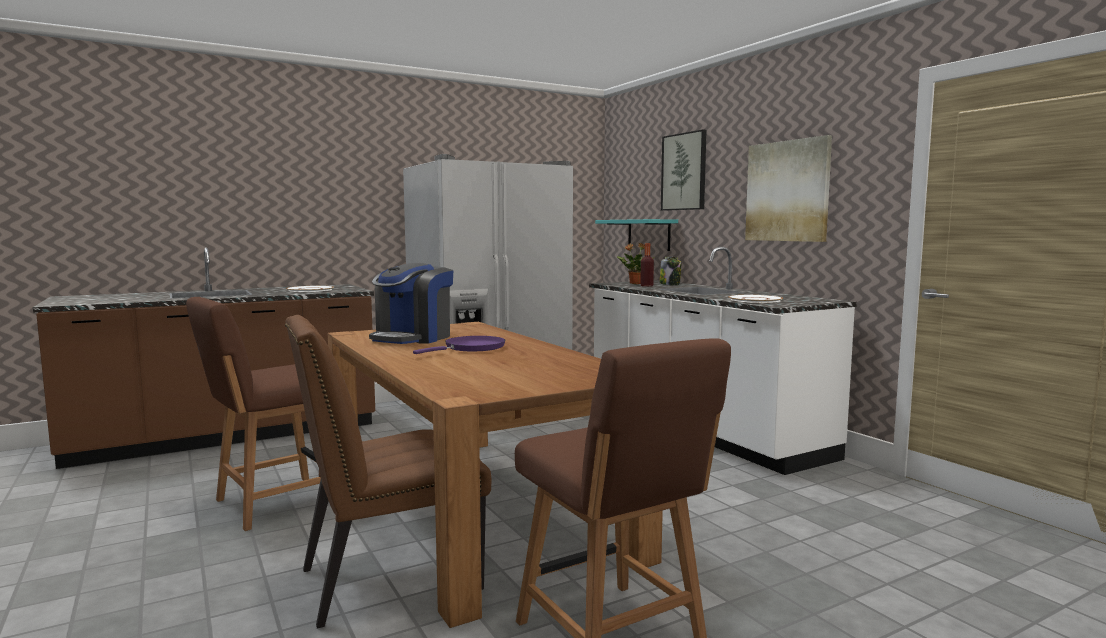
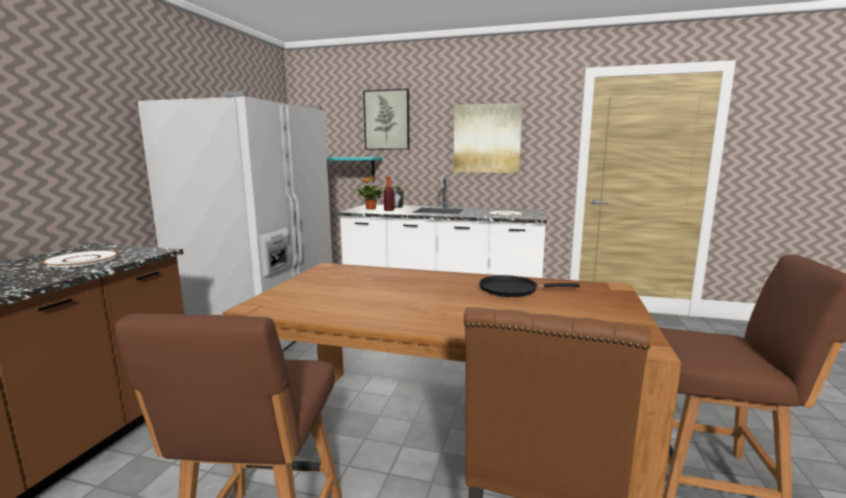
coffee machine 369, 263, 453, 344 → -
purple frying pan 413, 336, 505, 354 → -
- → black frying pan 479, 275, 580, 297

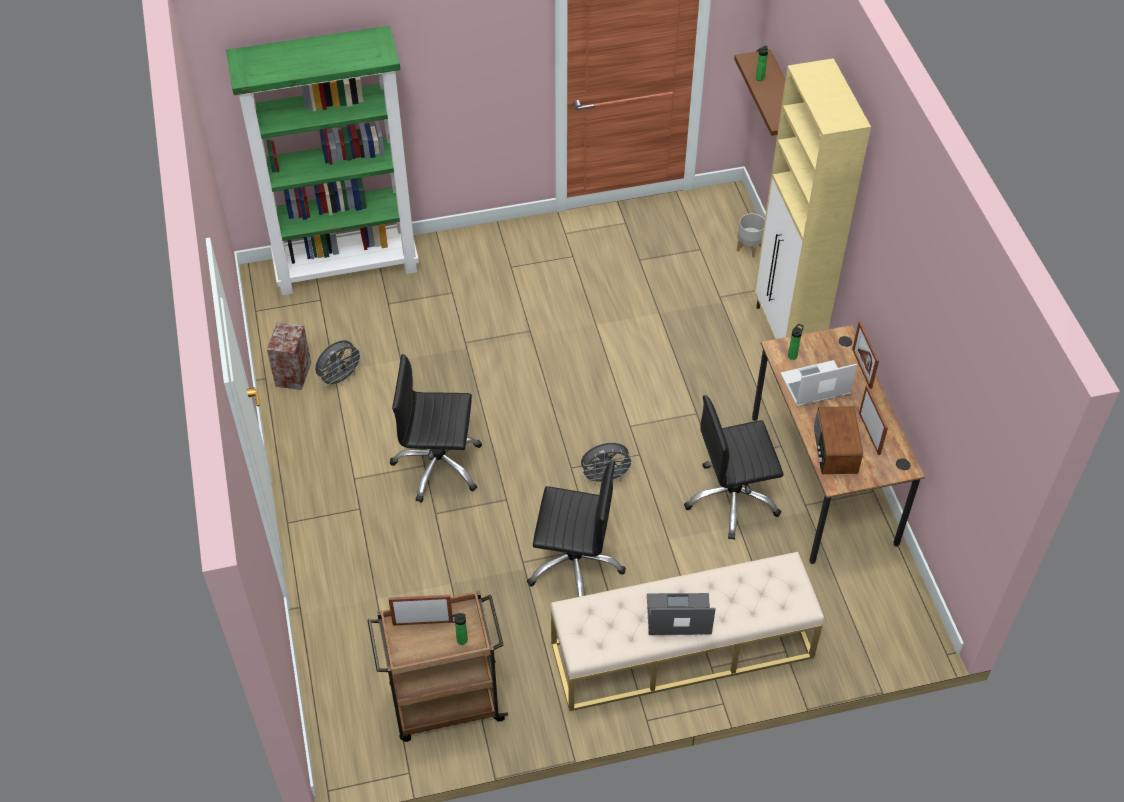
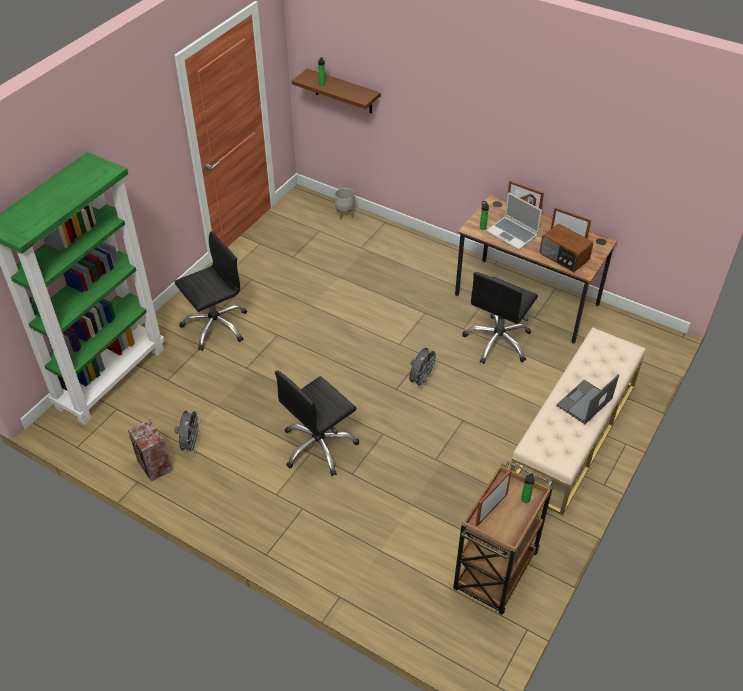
black office chair 527, 460, 626, 597 → black office chair 175, 231, 247, 350, move
beige cabinet 754, 58, 871, 339 → -
laptop 780, 360, 857, 406 → laptop 486, 192, 542, 250, 75 degrees counterclockwise

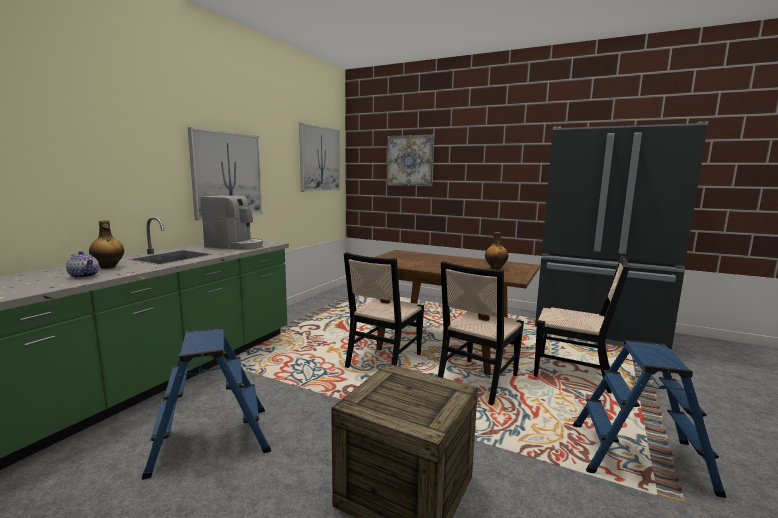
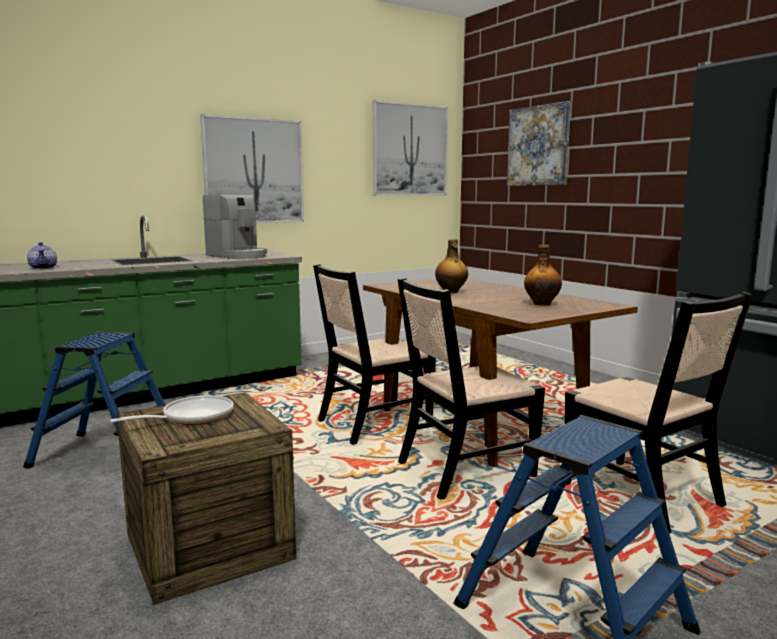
bottle 89, 220, 124, 269 → bottle 435, 239, 468, 293, move
- → frying pan 110, 395, 234, 425

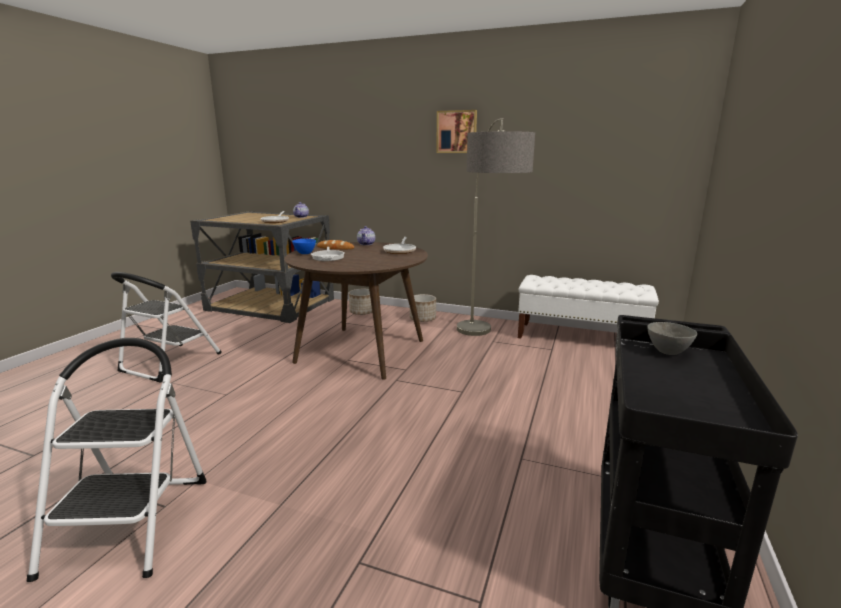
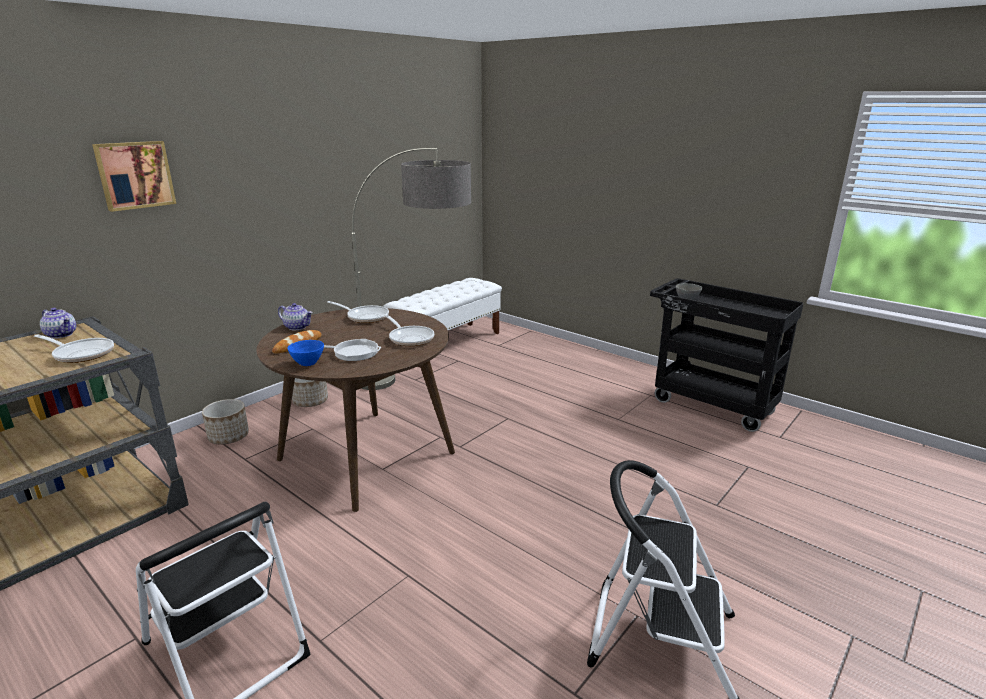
picture 436, 110, 477, 153 → picture 92, 141, 176, 212, move
- → frying pan 384, 314, 434, 346

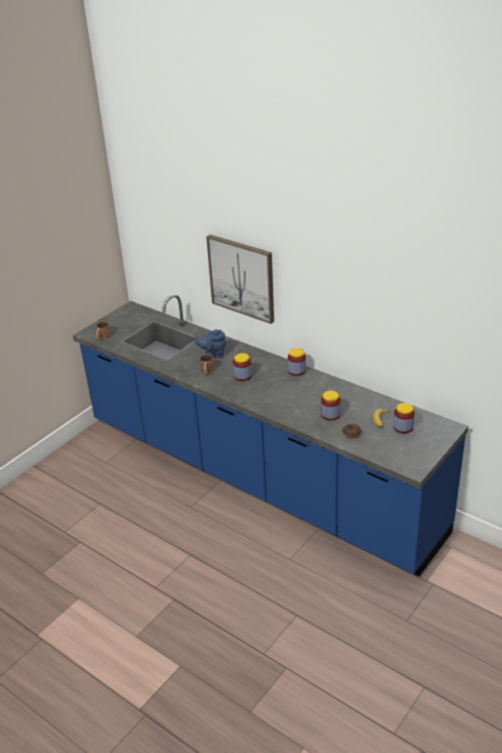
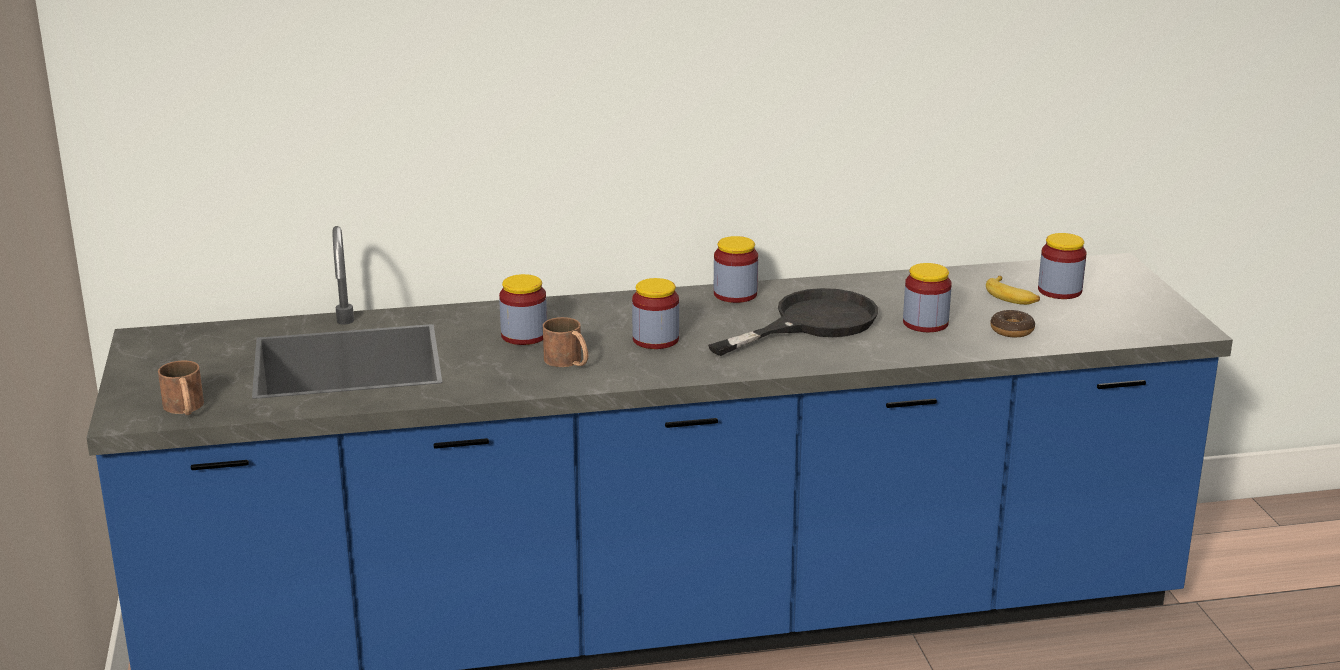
blue teapot 195, 329, 226, 358 → jar 499, 274, 547, 345
picture 206, 235, 274, 324 → -
- → black frying pan 708, 288, 878, 356

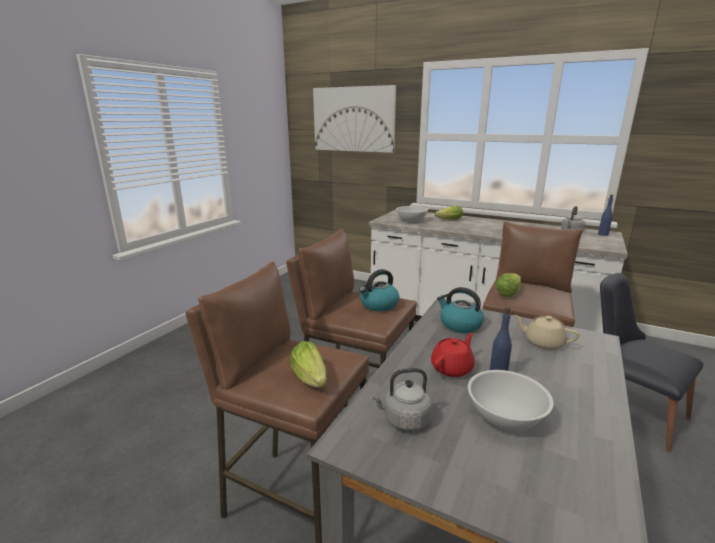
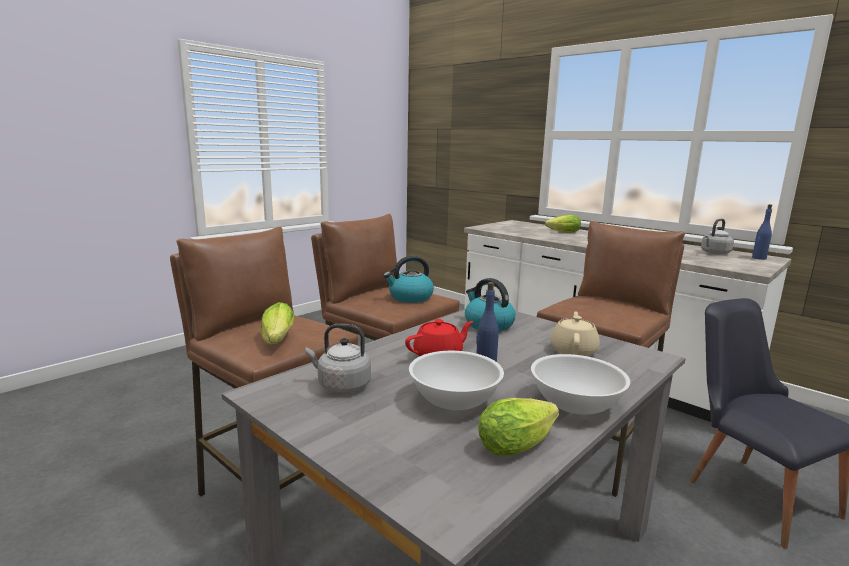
picture 313, 85, 396, 153 → -
white bowl 396, 206, 428, 222 → white bowl 531, 354, 630, 415, move
lettuce 495, 273, 521, 297 → lettuce 478, 398, 559, 456, move
beige teapot 514, 315, 580, 350 → beige teapot 550, 311, 600, 356, 60 degrees clockwise

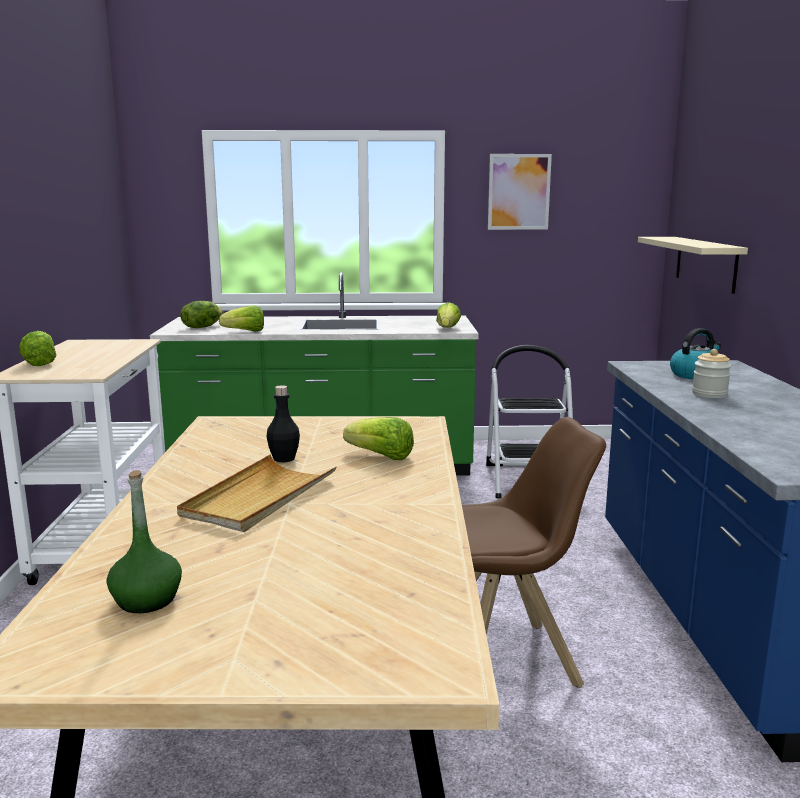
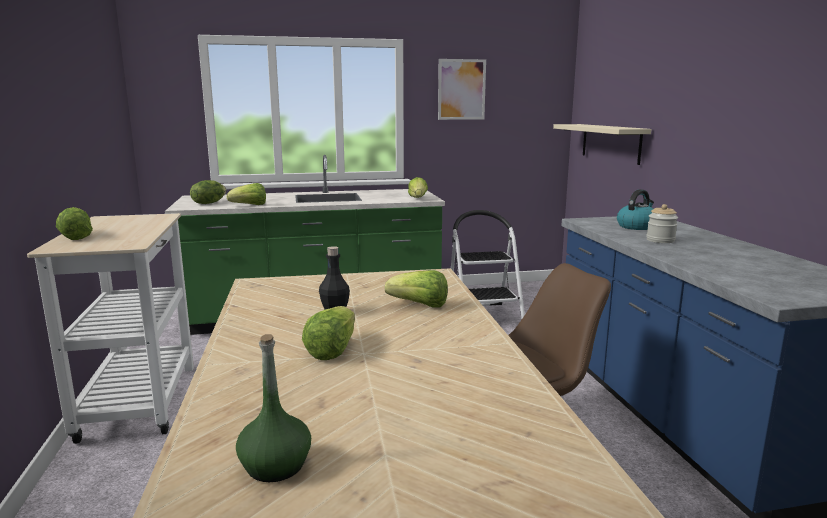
beige tray 177, 455, 336, 532 → lettuce 302, 306, 355, 360

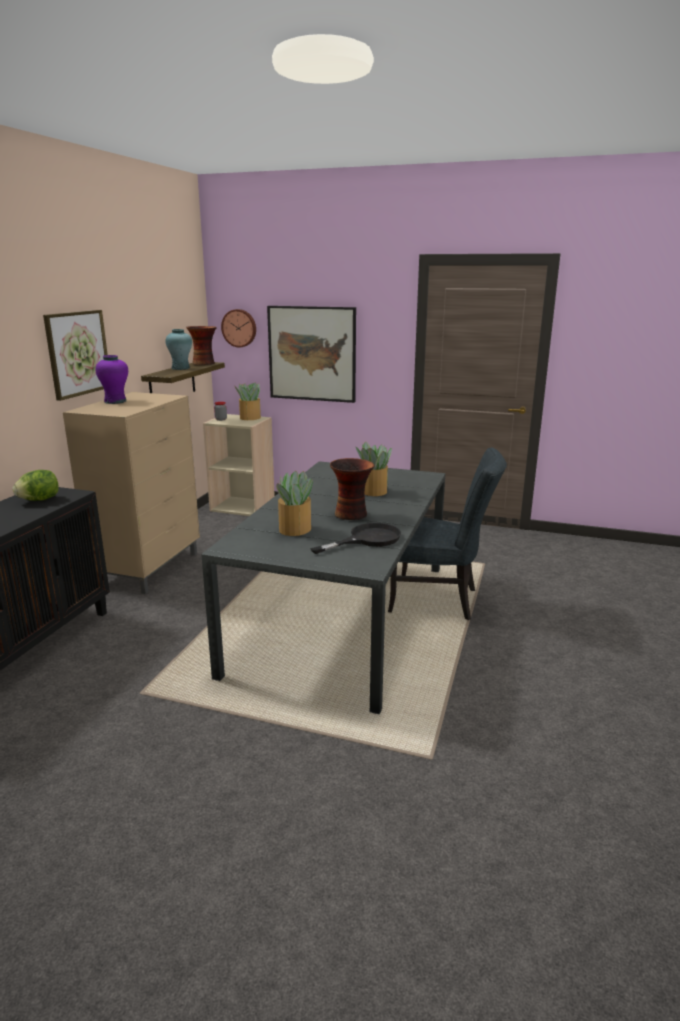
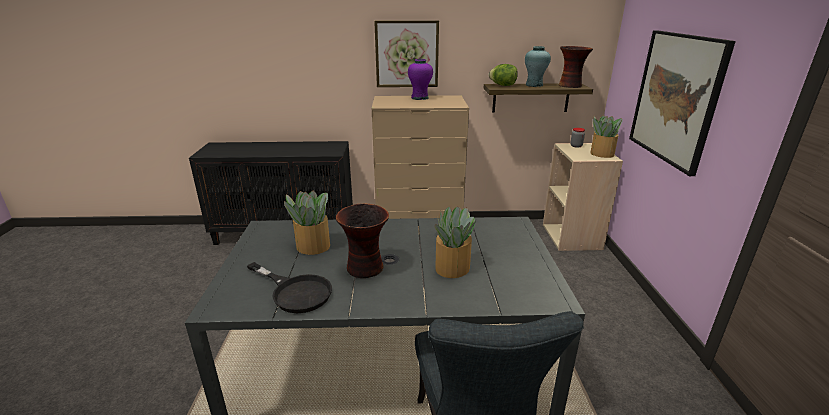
lettuce 12, 470, 59, 501 → lettuce 489, 64, 518, 86, move
wall clock 221, 309, 256, 347 → -

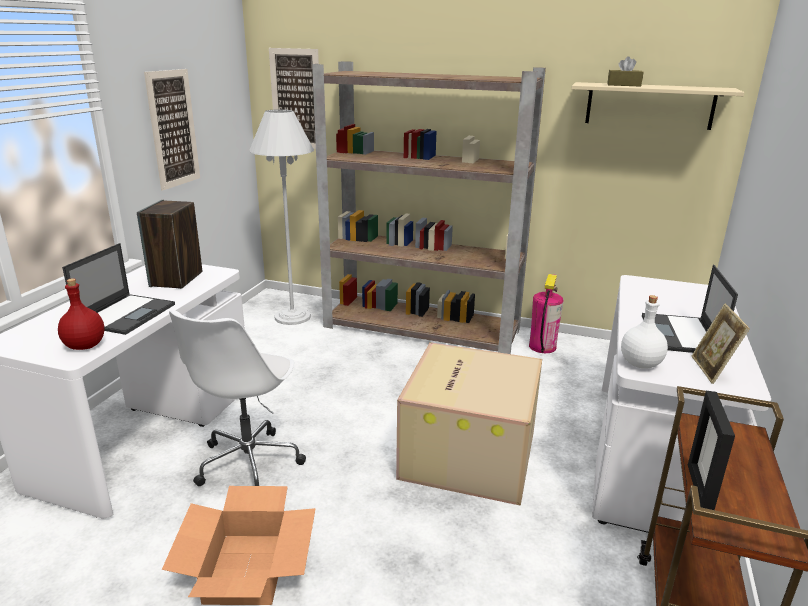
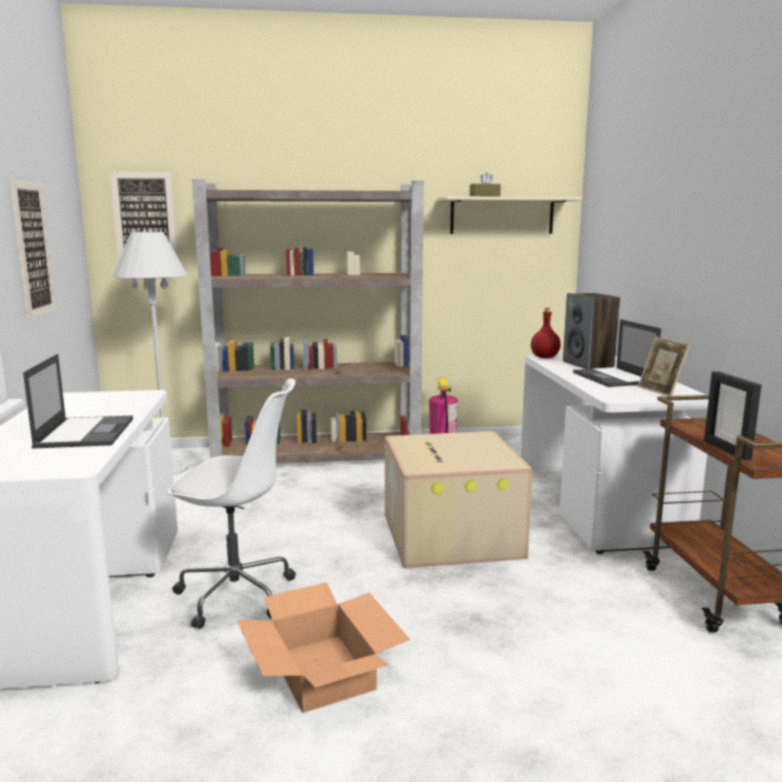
red bottle 58, 278, 104, 350 → red bottle 531, 308, 561, 358, move
speaker 137, 200, 202, 289 → speaker 563, 293, 620, 369, move
white office chair 169, 310, 306, 486 → white office chair 167, 379, 296, 629, 75 degrees counterclockwise
white bottle 621, 295, 668, 369 → -

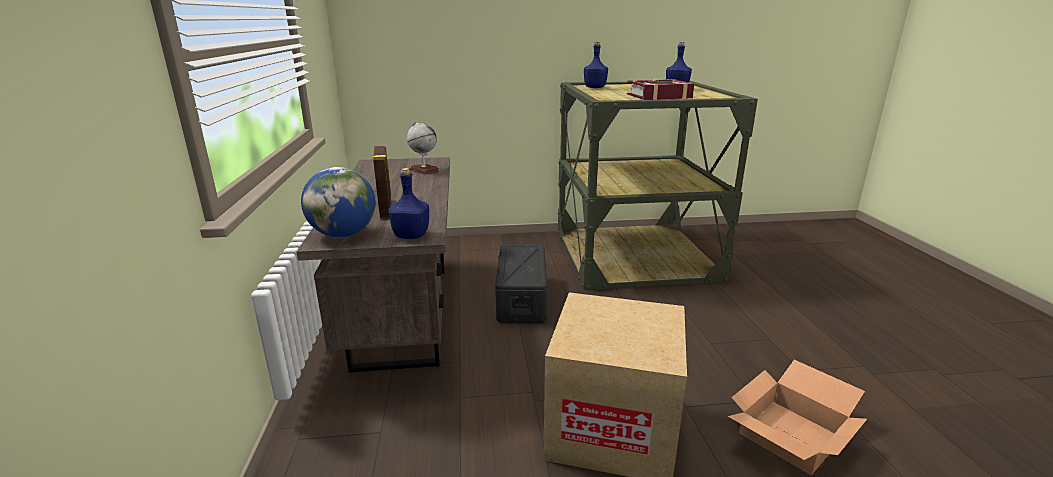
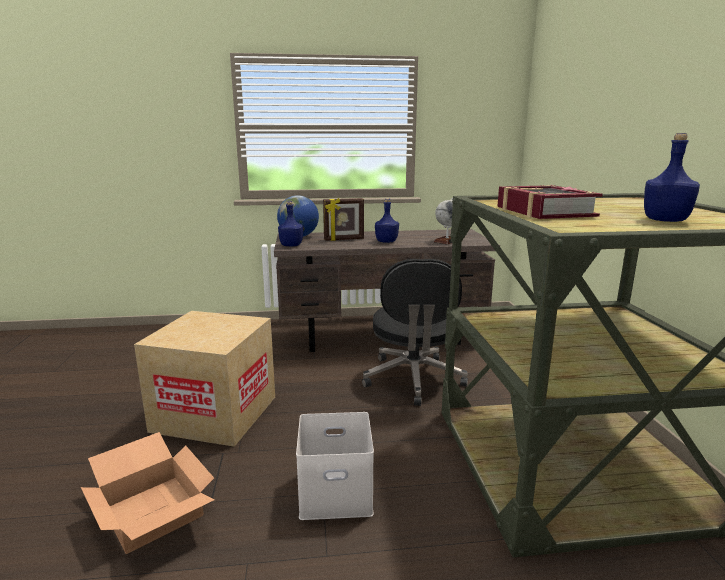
black storage box 495, 244, 547, 323 → black office chair 362, 259, 468, 406
blue bottle 584, 42, 608, 88 → blue bottle 375, 198, 399, 243, move
- → white storage box 296, 412, 374, 520

